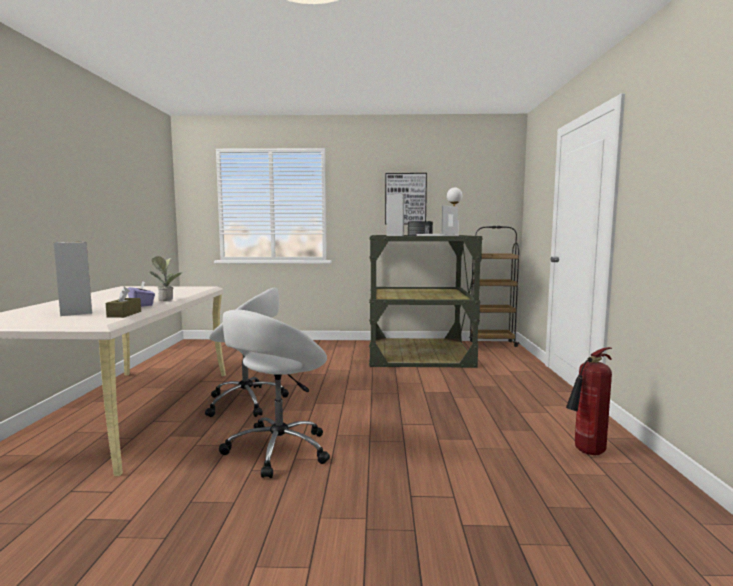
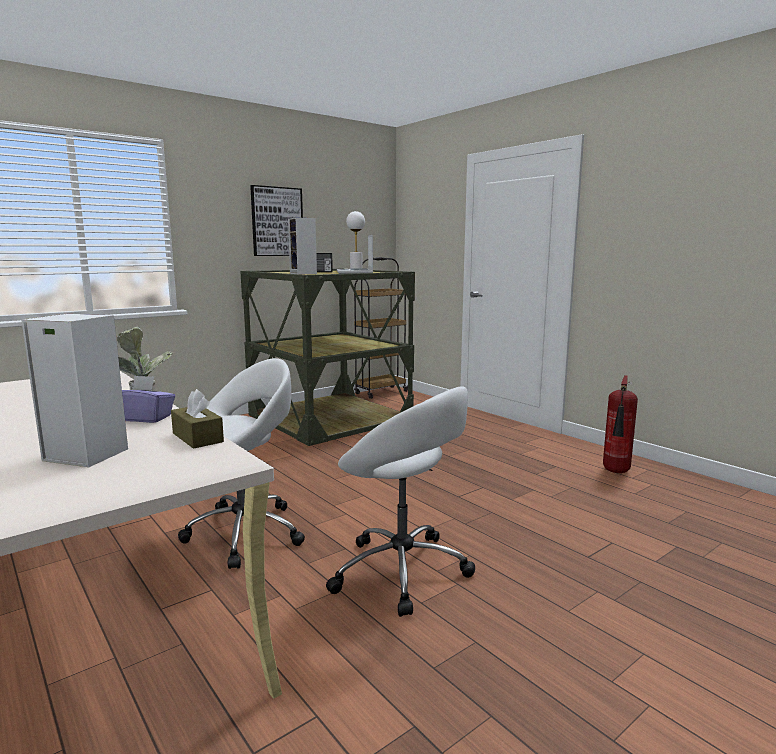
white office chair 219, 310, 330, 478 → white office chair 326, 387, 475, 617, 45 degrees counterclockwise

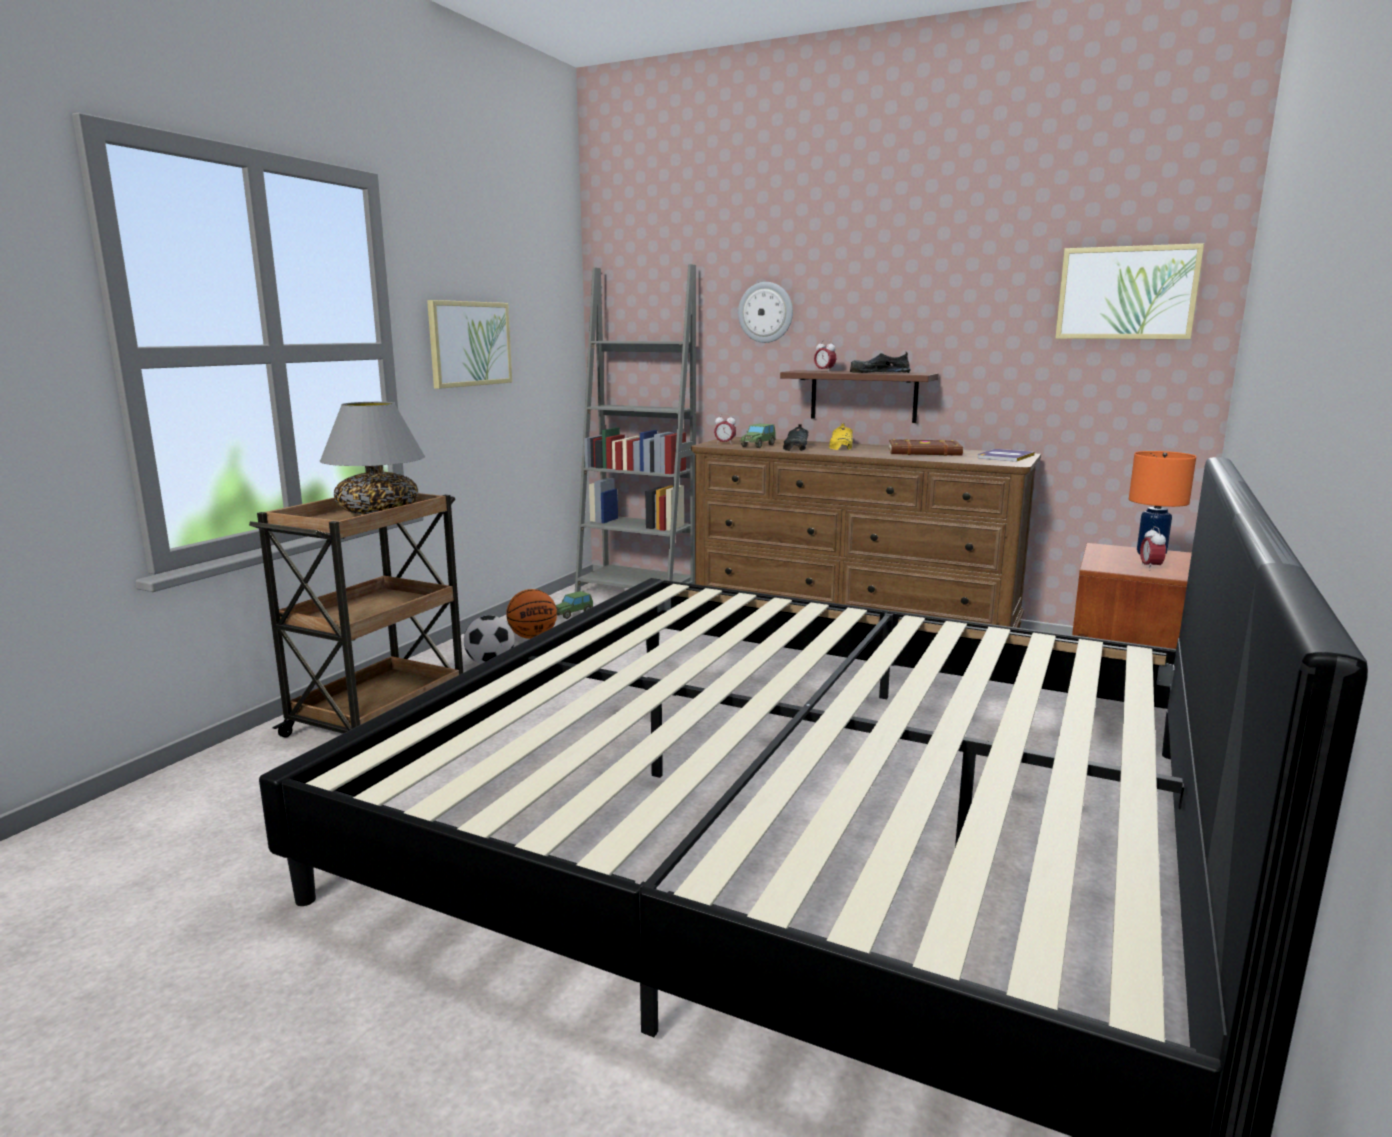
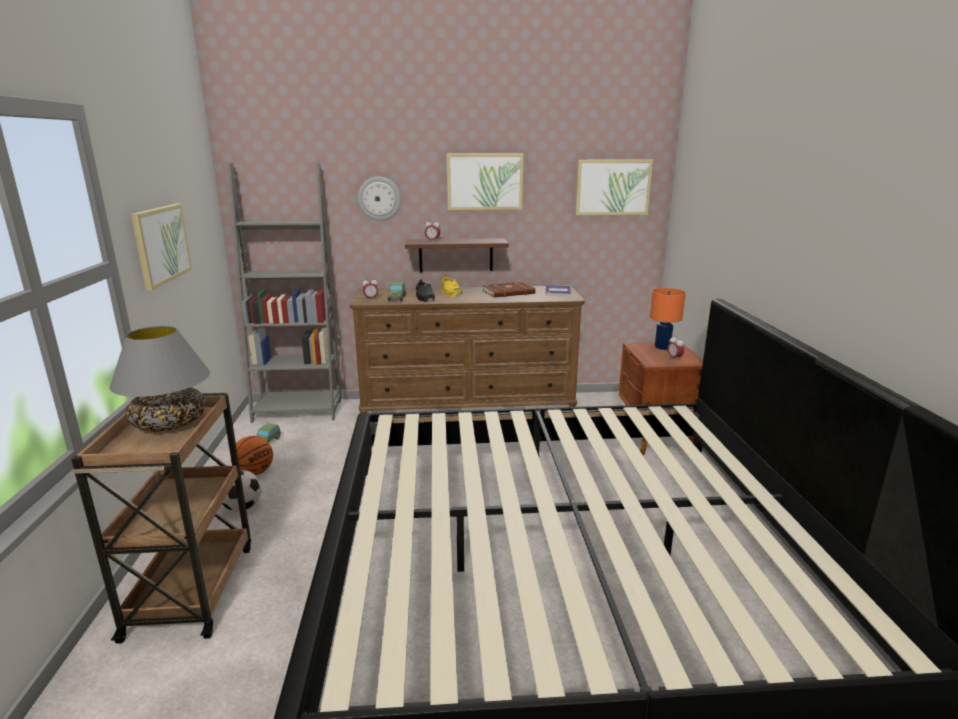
black shoe 850, 351, 910, 373 → -
- → picture 447, 153, 524, 210

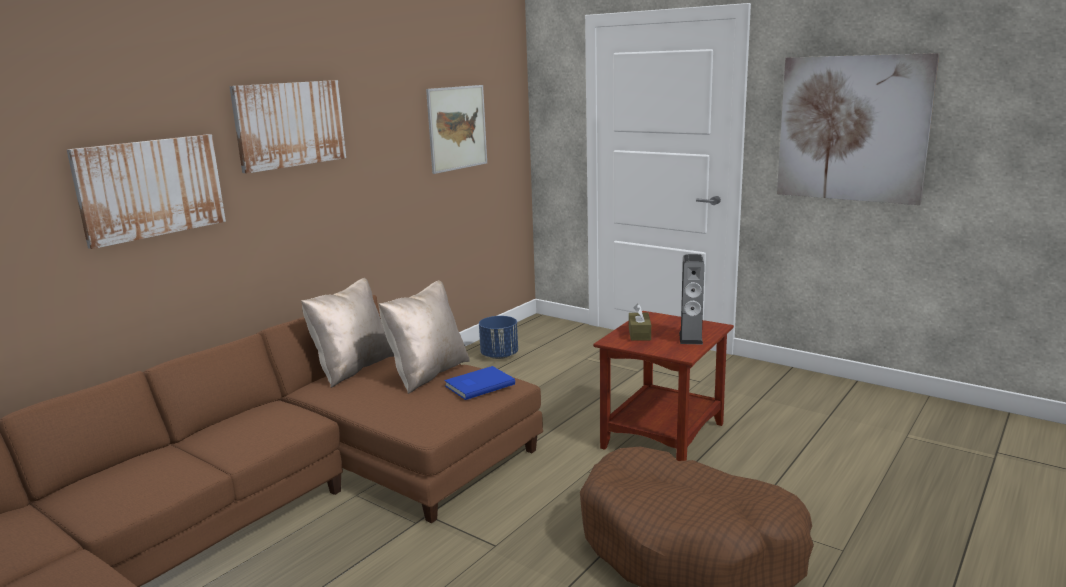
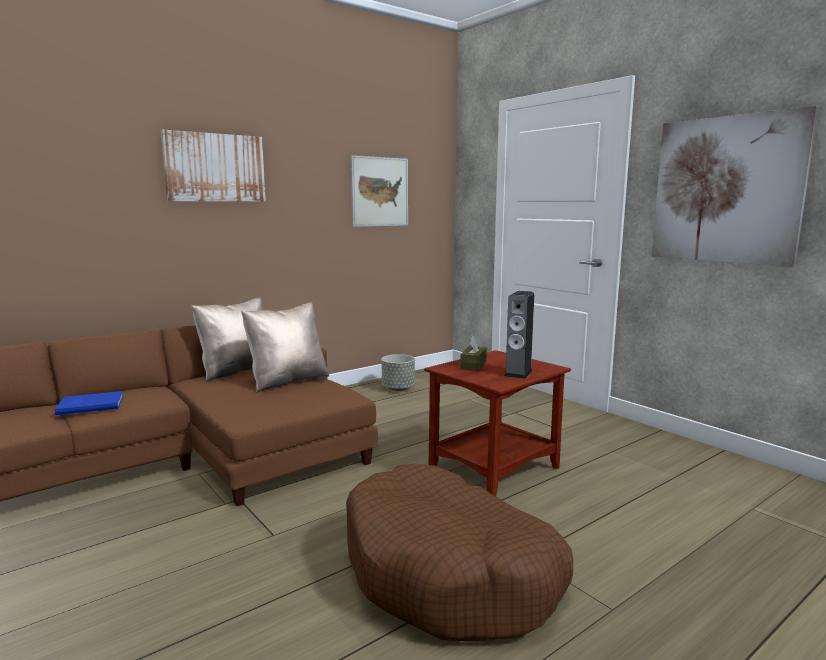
picture 67, 134, 226, 249 → -
blue book 444, 366, 515, 400 → blue book 55, 391, 123, 415, move
blue planter 479, 316, 518, 359 → grey planter 382, 354, 415, 391

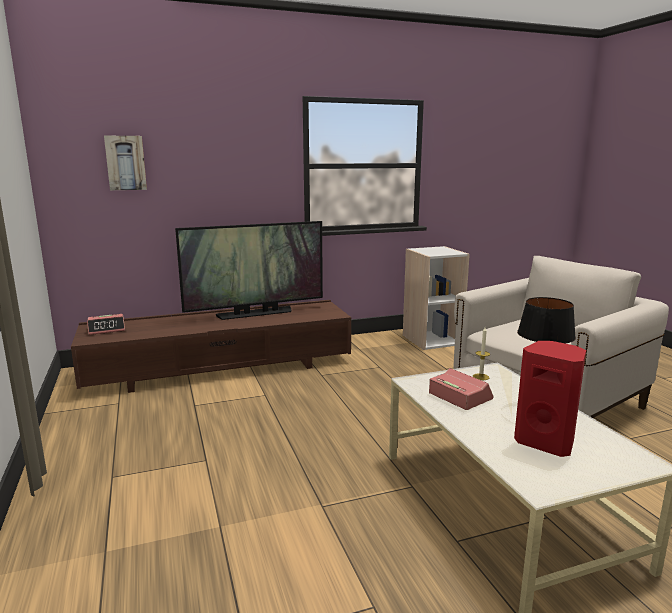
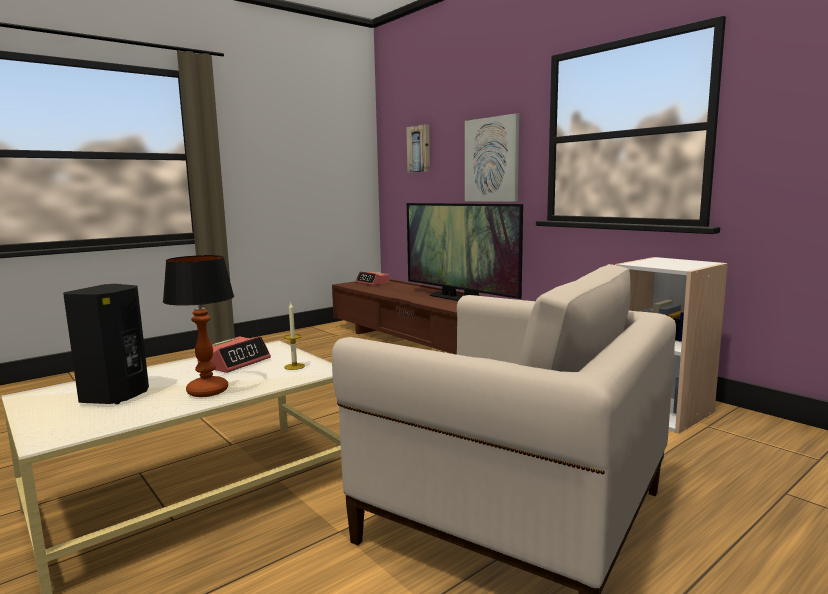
red speaker 514, 341, 586, 457 → black speaker 63, 284, 149, 404
- → picture 465, 113, 519, 202

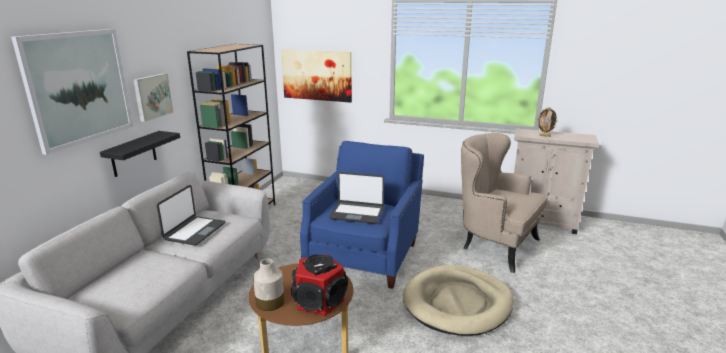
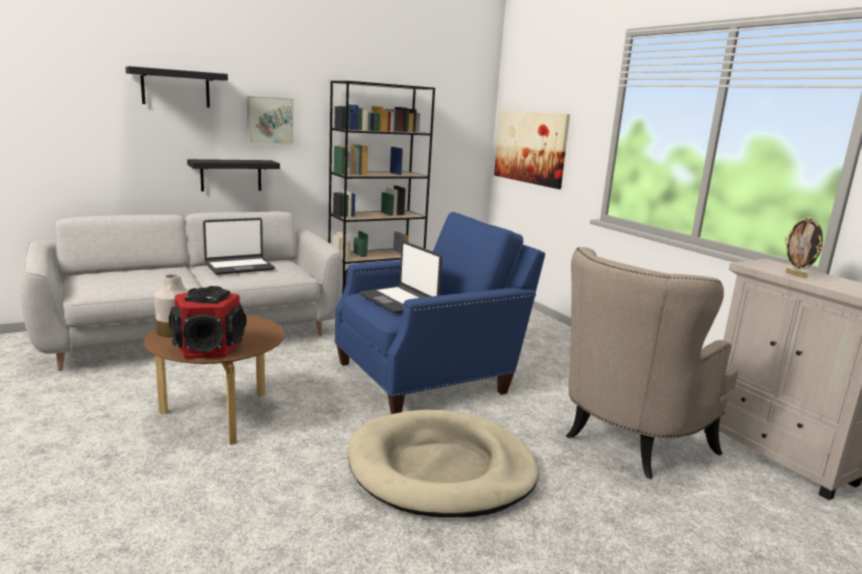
picture 11, 29, 133, 155 → black shelf 125, 66, 228, 107
beige armchair 461, 133, 548, 273 → beige armchair 566, 247, 739, 479, 120 degrees counterclockwise

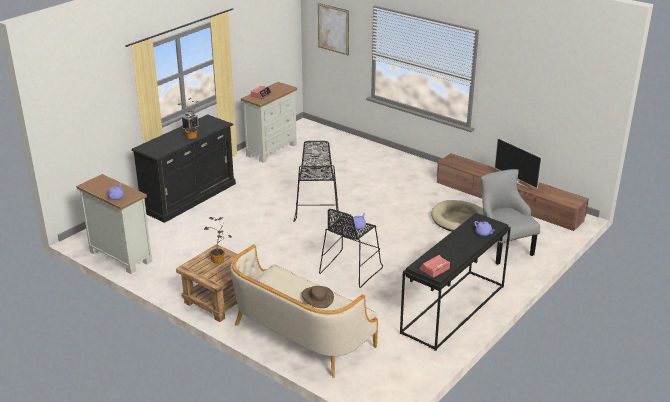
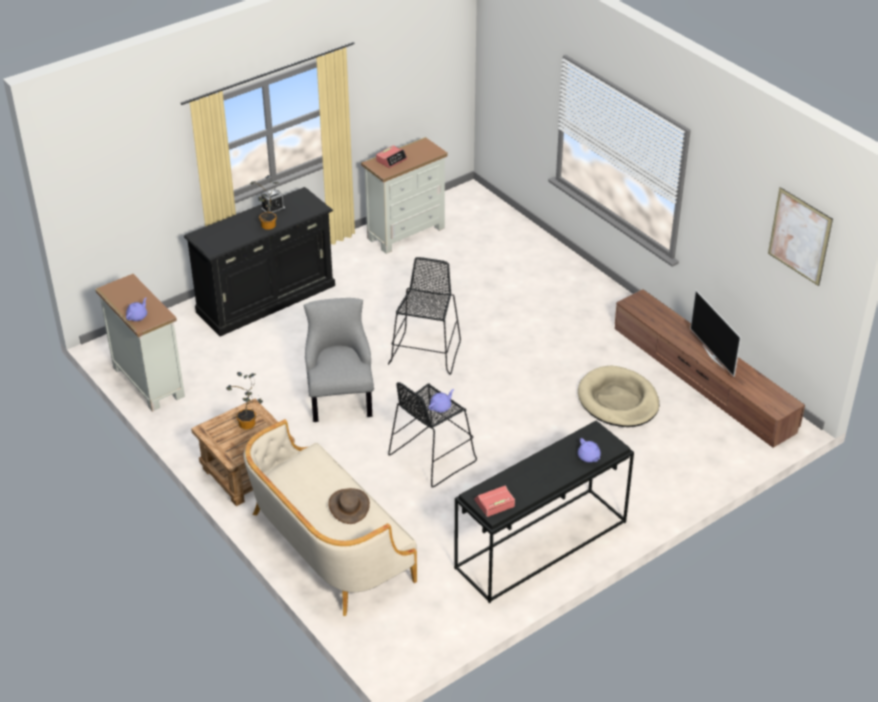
picture 318, 3, 349, 55 → picture 768, 187, 833, 286, move
grey armchair 481, 169, 540, 265 → grey armchair 304, 298, 374, 422, move

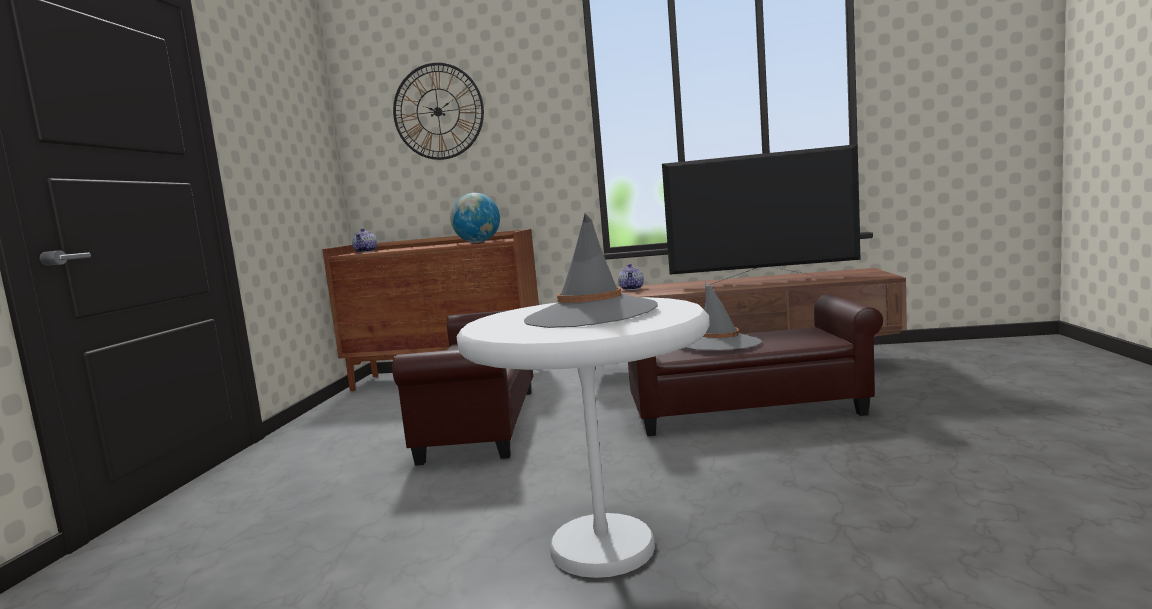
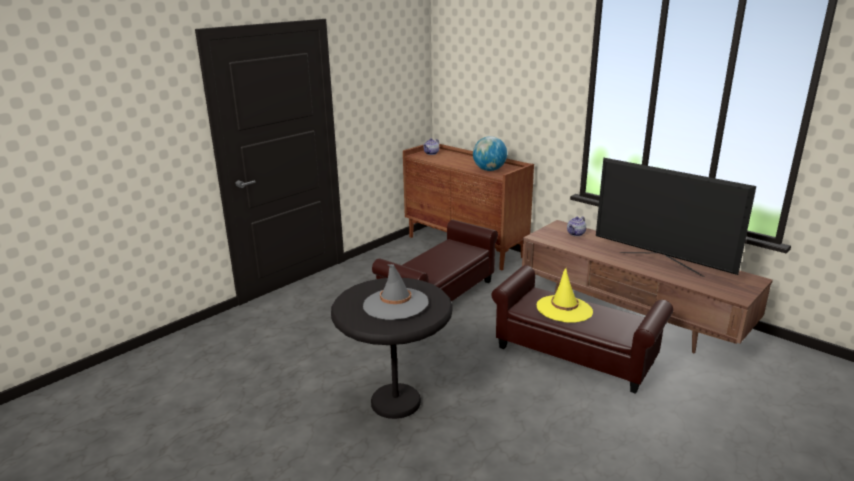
wall clock 393, 63, 484, 160 → -
white side table 457, 297, 710, 578 → black side table 331, 278, 453, 419
grey hat 685, 282, 762, 350 → yellow hat 537, 268, 593, 323

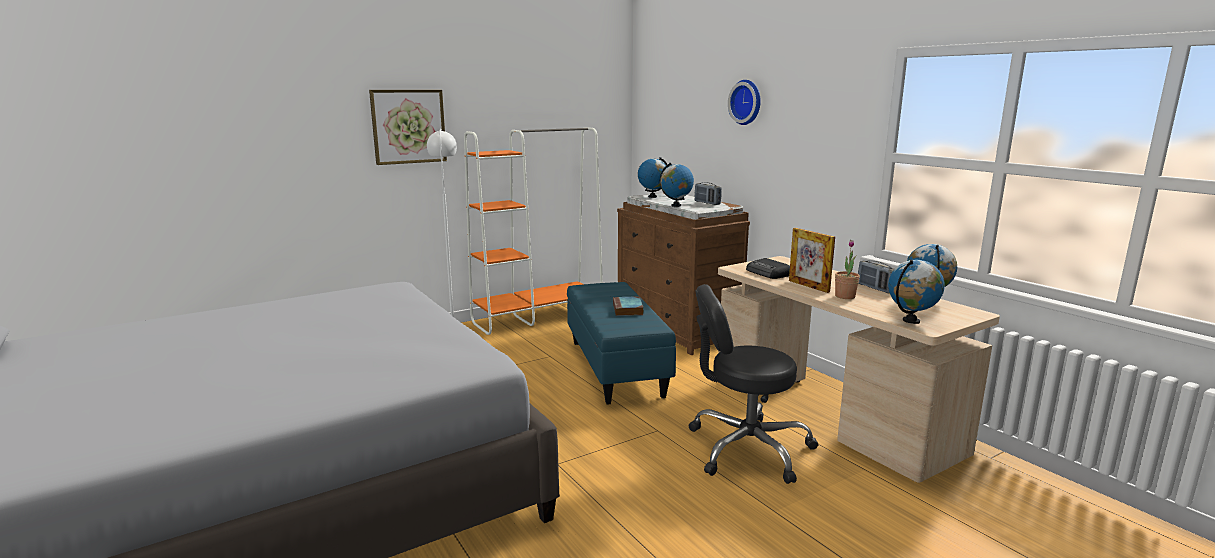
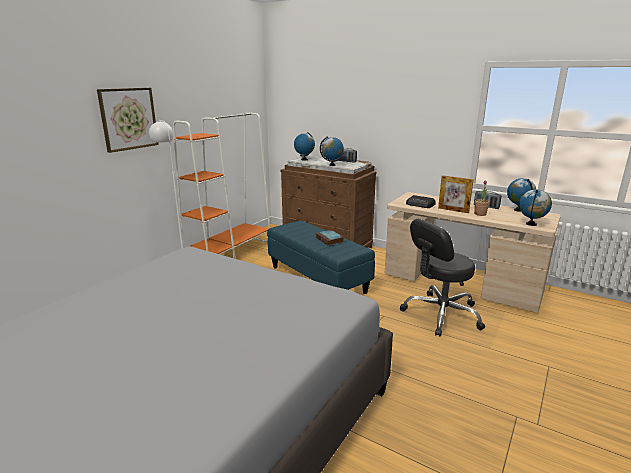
wall clock 728, 80, 761, 125 → -

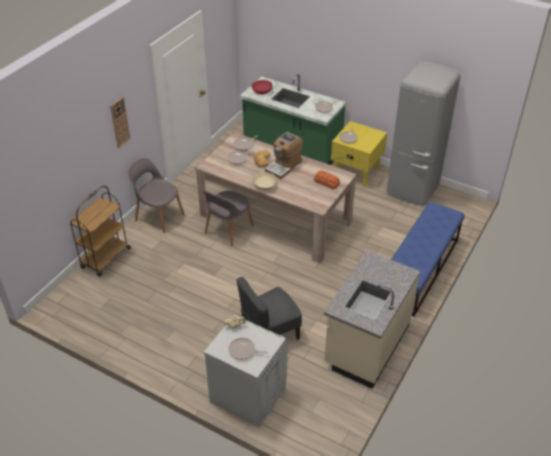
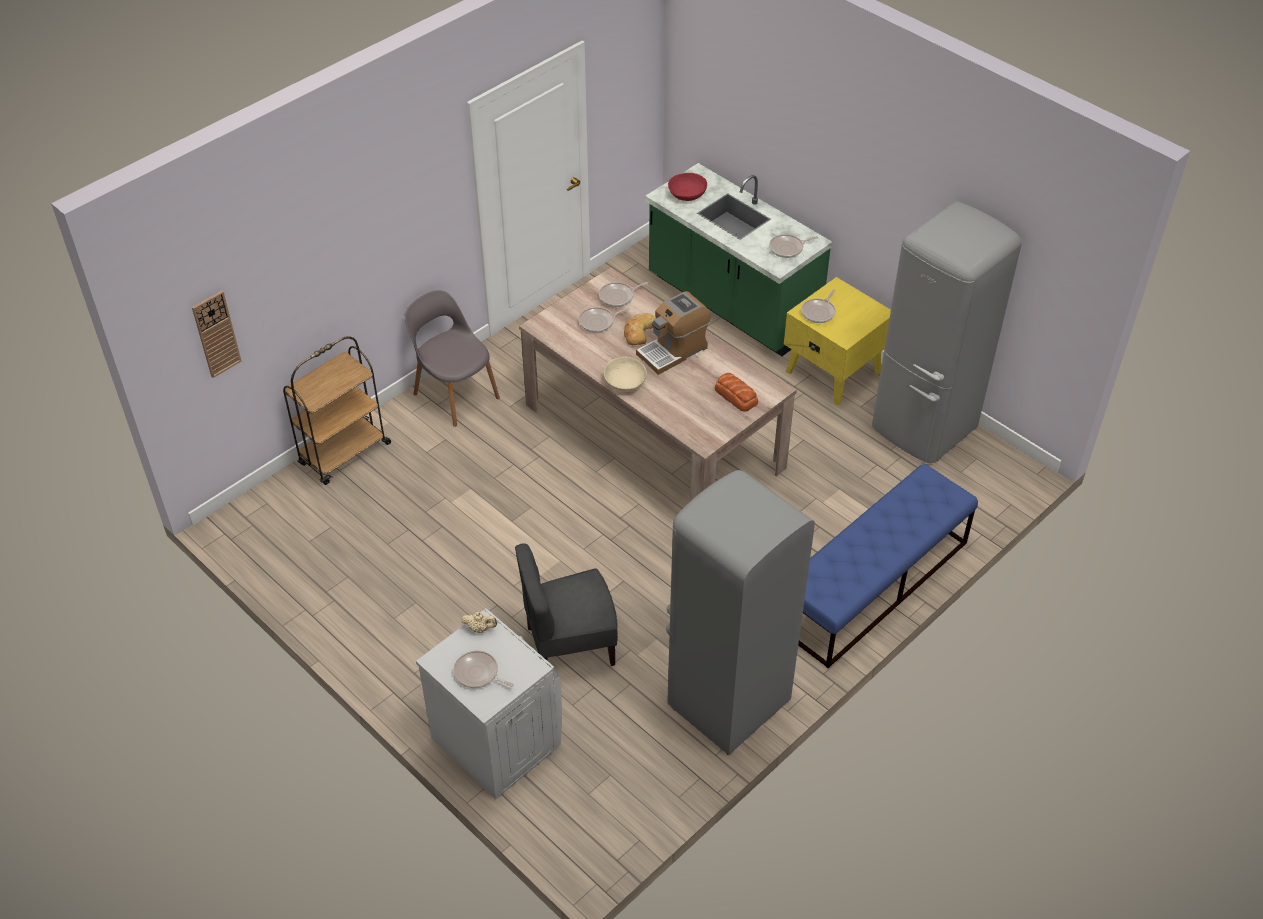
wall clock 110, 97, 131, 148 → wall clock 192, 291, 241, 378, move
grey chair 202, 190, 254, 247 → -
beige counter 324, 251, 420, 389 → grey fridge 666, 470, 815, 755

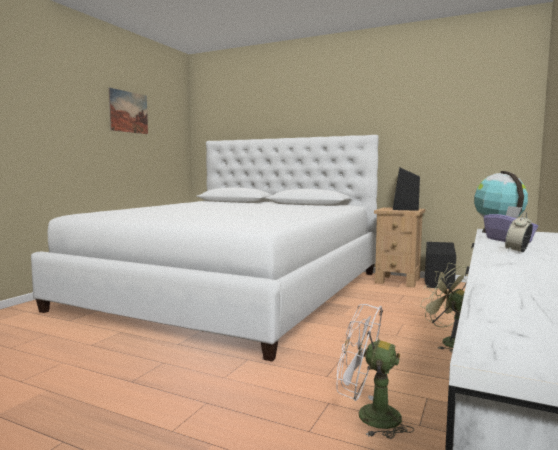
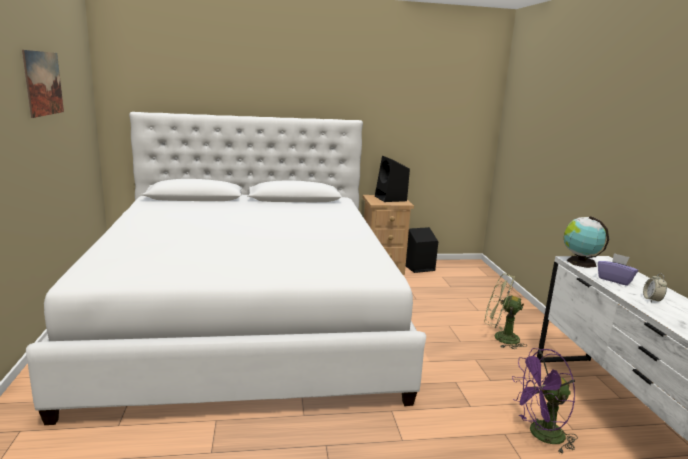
white fan 337, 304, 414, 439 → purple fan 512, 348, 578, 453

